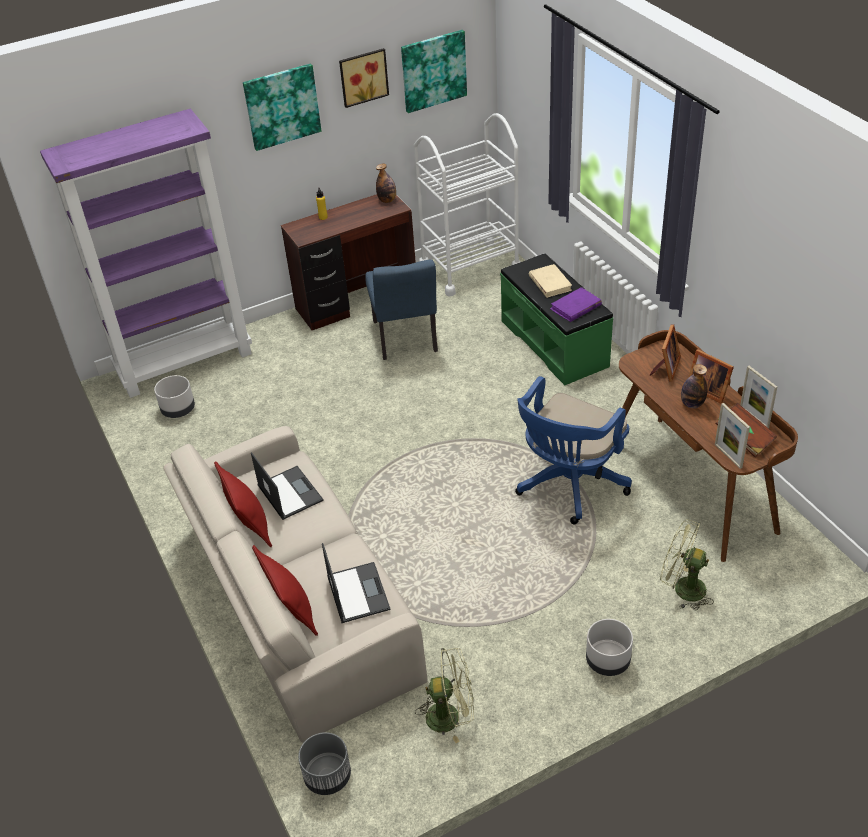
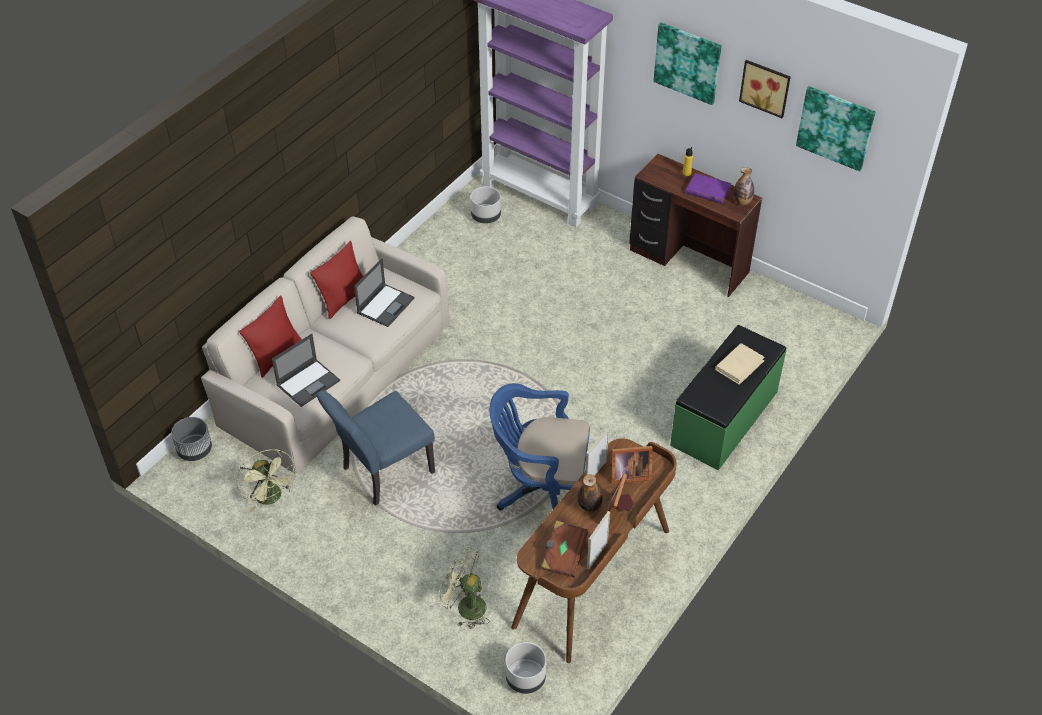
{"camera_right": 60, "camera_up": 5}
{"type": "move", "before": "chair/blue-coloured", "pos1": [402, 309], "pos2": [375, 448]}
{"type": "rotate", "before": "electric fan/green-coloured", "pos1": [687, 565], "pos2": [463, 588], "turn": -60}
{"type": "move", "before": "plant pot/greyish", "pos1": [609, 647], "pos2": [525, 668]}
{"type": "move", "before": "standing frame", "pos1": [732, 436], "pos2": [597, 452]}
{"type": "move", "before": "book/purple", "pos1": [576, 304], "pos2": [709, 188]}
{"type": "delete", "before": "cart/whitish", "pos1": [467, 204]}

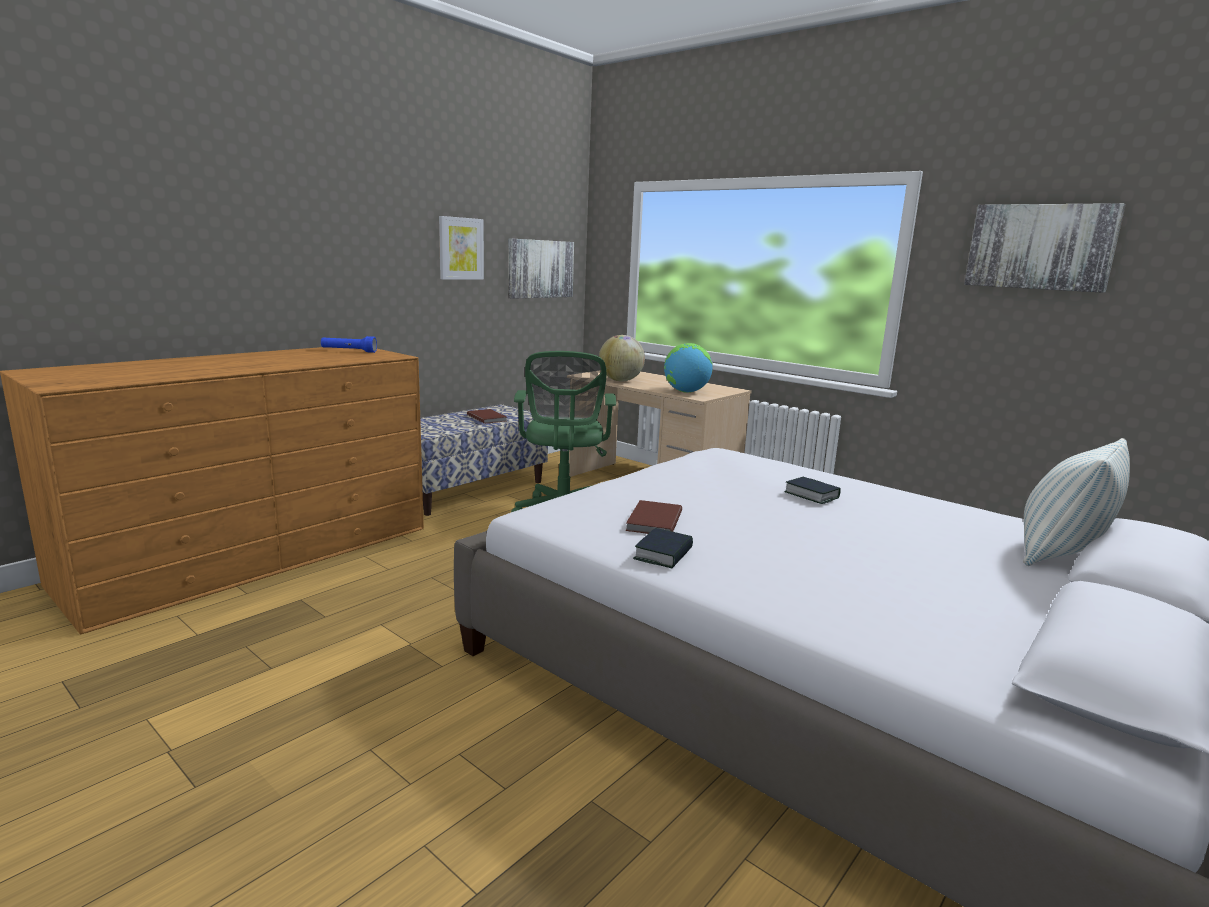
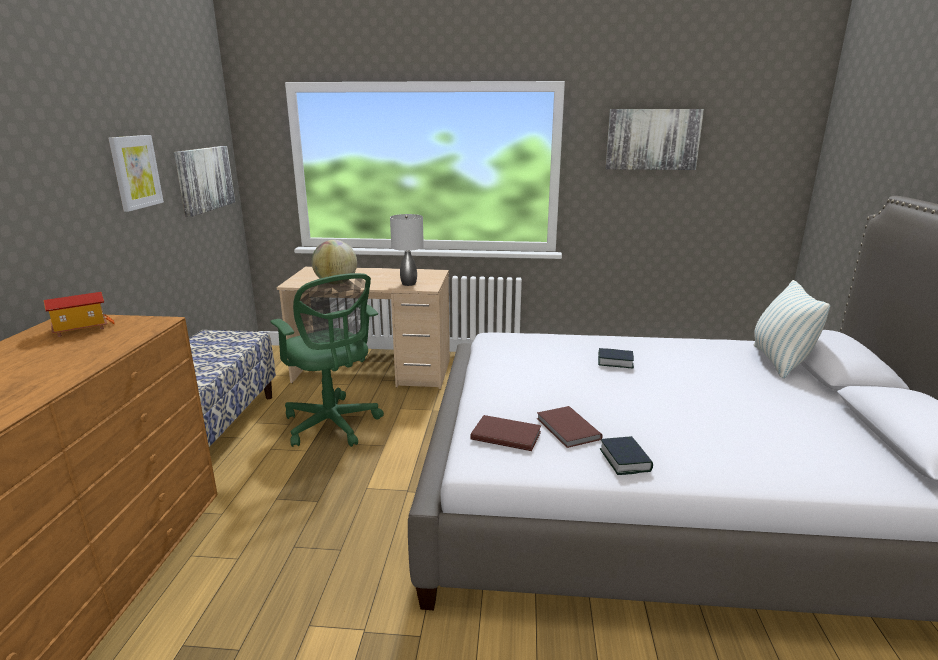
{"camera_right": -35, "camera_up": 5}
{"type": "replace", "before": "flashlight/blue-coloured", "after": "toy house", "pos1": [349, 344], "pos2": [79, 314]}
{"type": "replace", "before": "desk globe", "after": "lamp for a table/greyish", "pos1": [688, 368], "pos2": [407, 250]}
{"type": "move", "before": "book/brownish", "pos1": [487, 416], "pos2": [505, 433]}

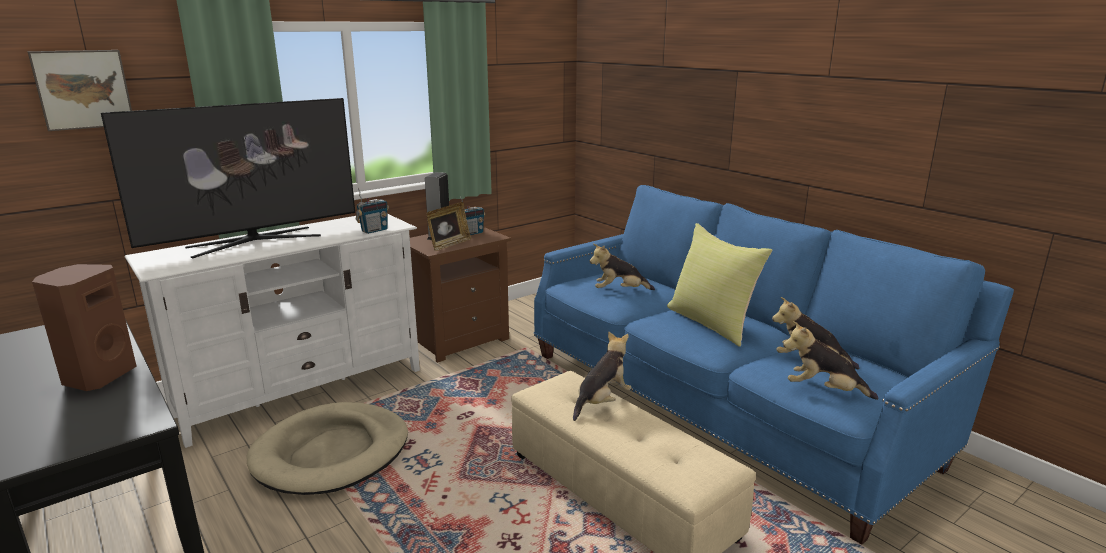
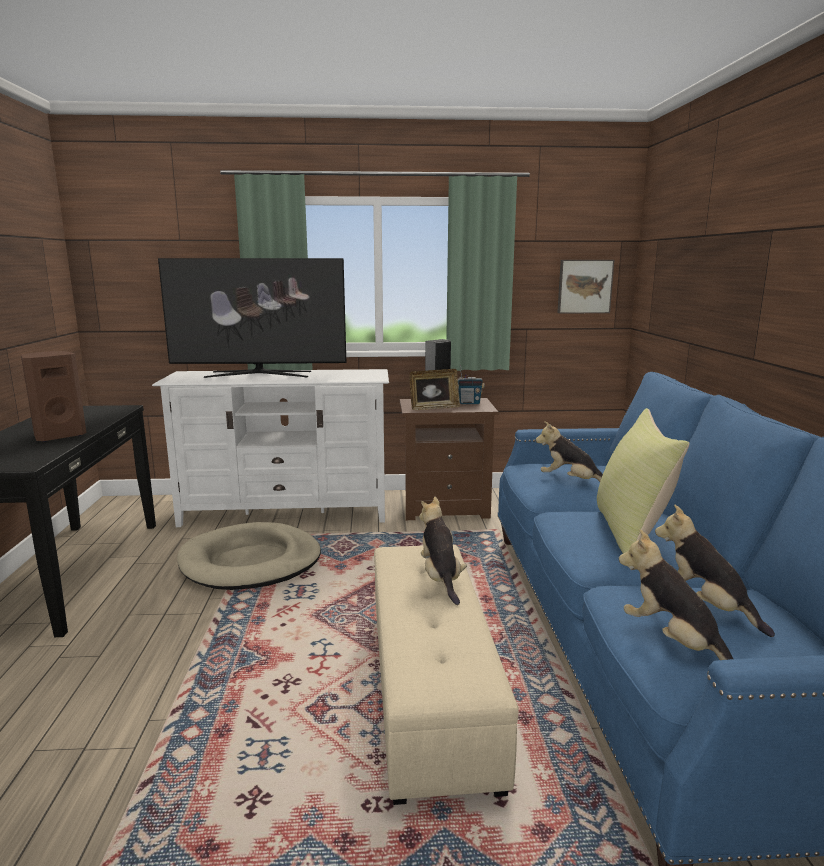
{"camera_right": 35, "camera_up": -5}
{"type": "rotate", "before": "plush toy", "pos1": [602, 376], "pos2": [443, 551], "turn": -90}
{"type": "move", "before": "picture", "pos1": [80, 90], "pos2": [585, 286]}
{"type": "delete", "before": "radio", "pos1": [372, 211]}

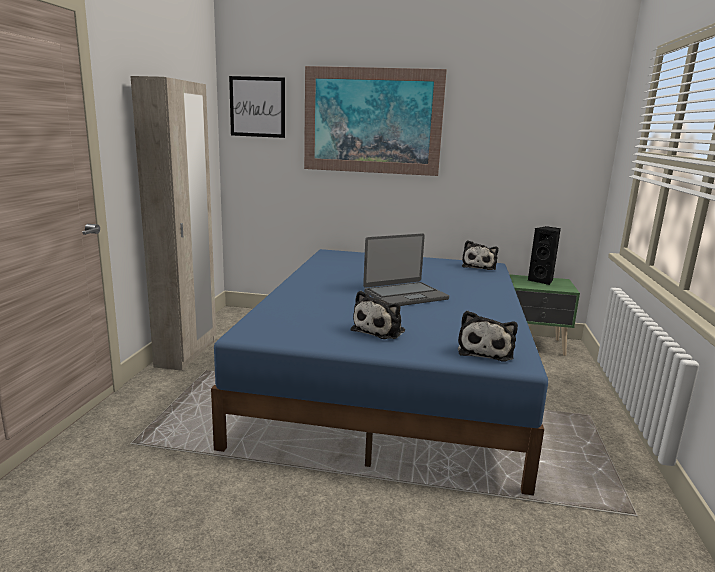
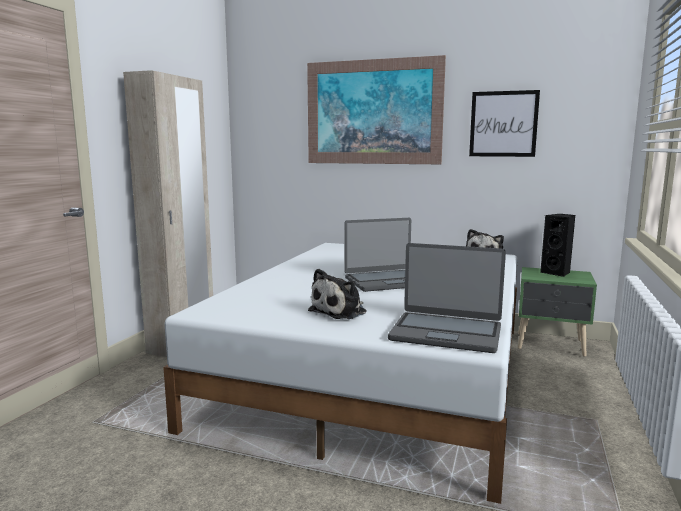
{"camera_right": 10, "camera_up": -5}
{"type": "recolor", "before": "sleeping bed/blue-coloured", "after": "sleeping bed/whitish", "pos1": [379, 372], "pos2": [340, 373]}
{"type": "replace", "before": "plush toy", "after": "portable computer", "pos1": [488, 335], "pos2": [447, 298]}
{"type": "move", "before": "picture", "pos1": [257, 107], "pos2": [504, 123]}

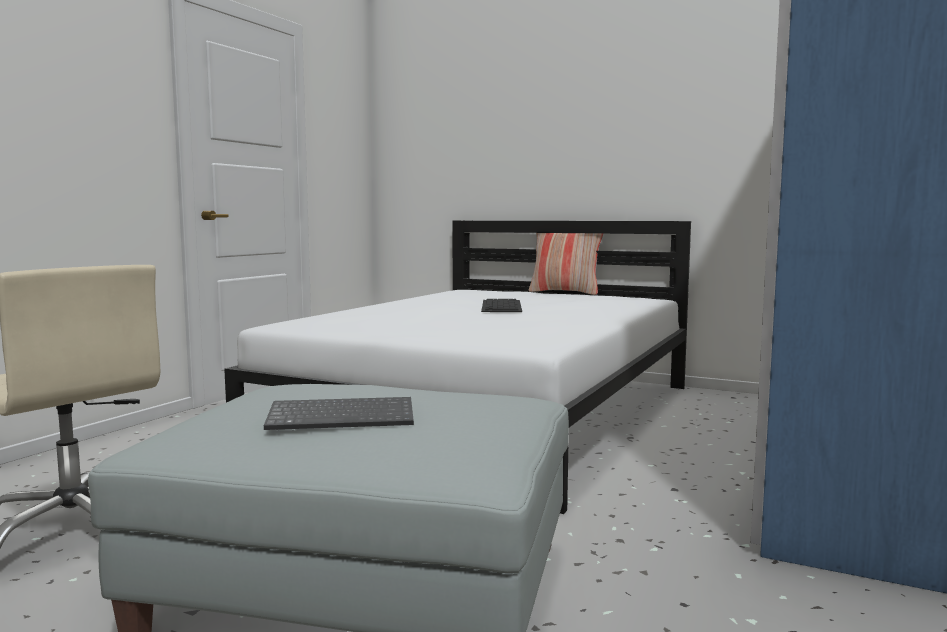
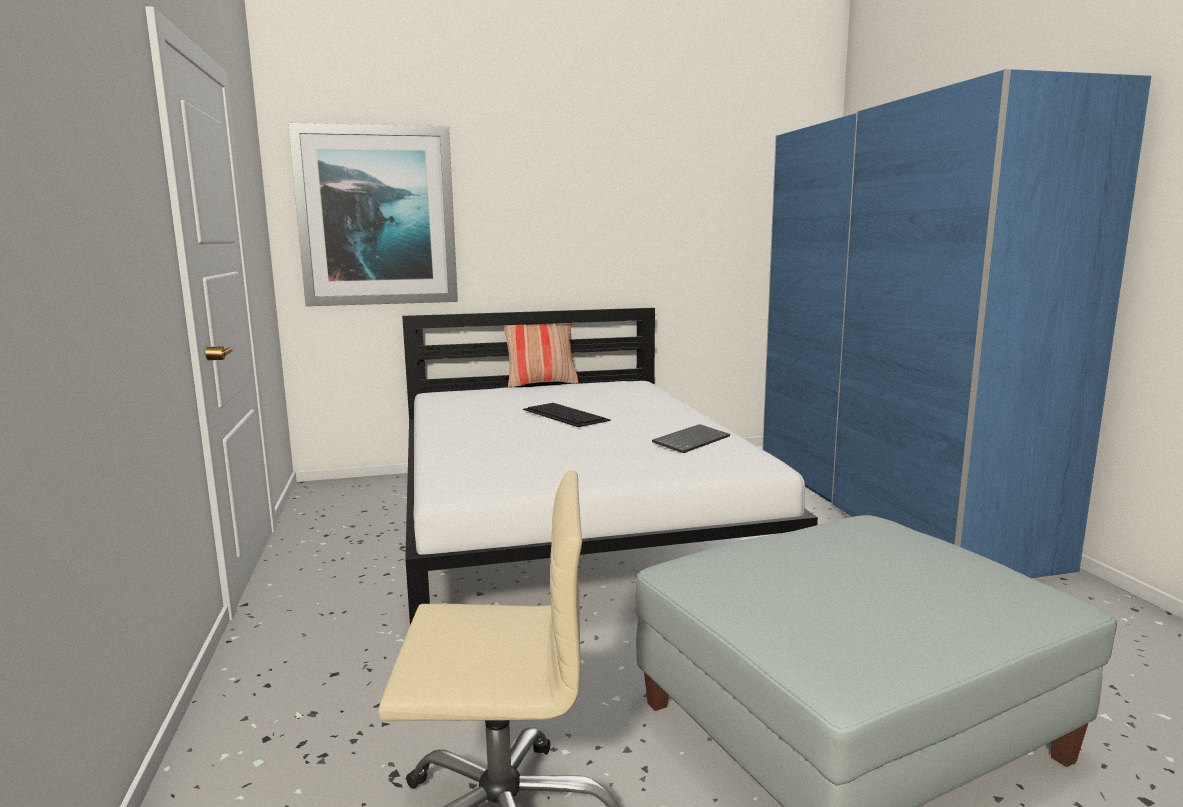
{"camera_right": -40, "camera_up": 5}
{"type": "insert", "after": "picture", "pos2": [373, 214]}
{"type": "move", "before": "computer keyboard", "pos1": [339, 413], "pos2": [691, 438]}

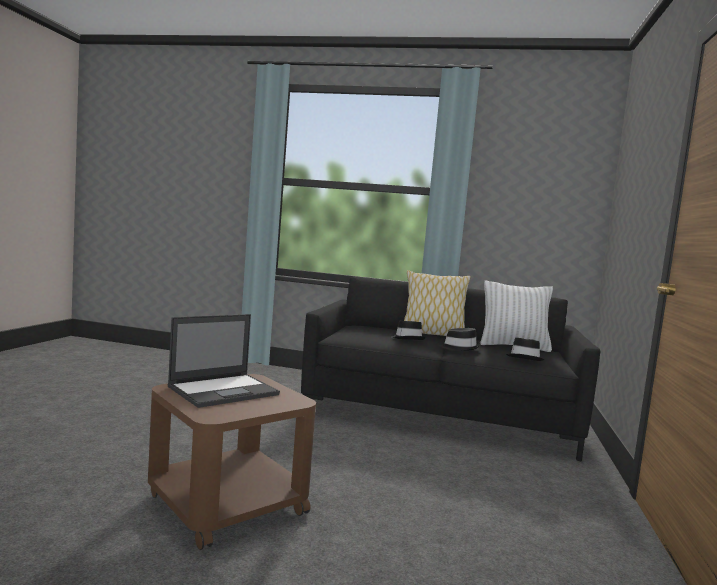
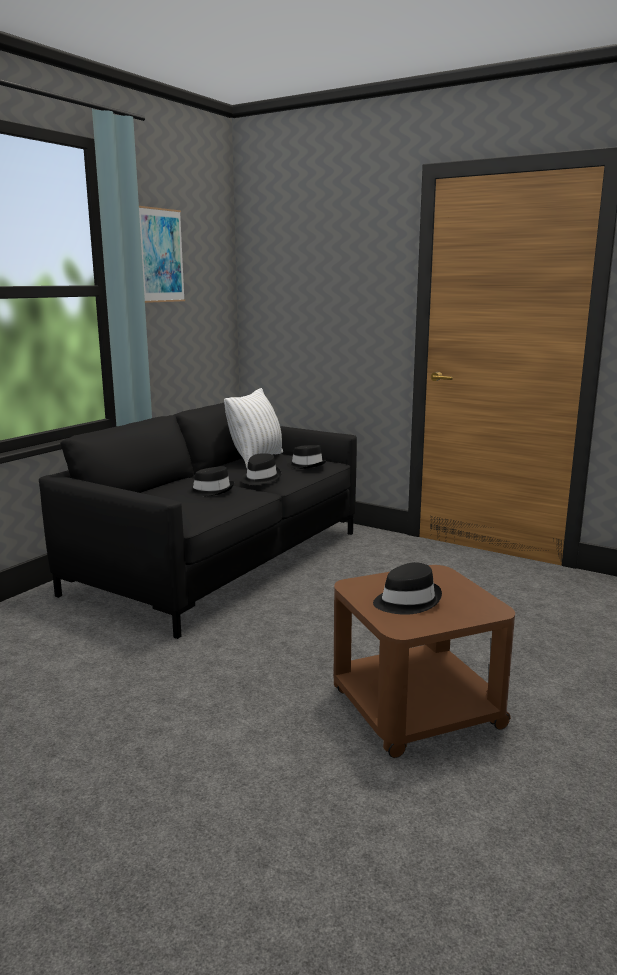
{"camera_right": -70, "camera_up": 10}
{"type": "insert", "after": "picture", "pos2": [162, 254]}
{"type": "replace", "before": "portable computer", "after": "hat/black", "pos1": [224, 361], "pos2": [407, 588]}
{"type": "delete", "before": "pillow", "pos1": [437, 303]}

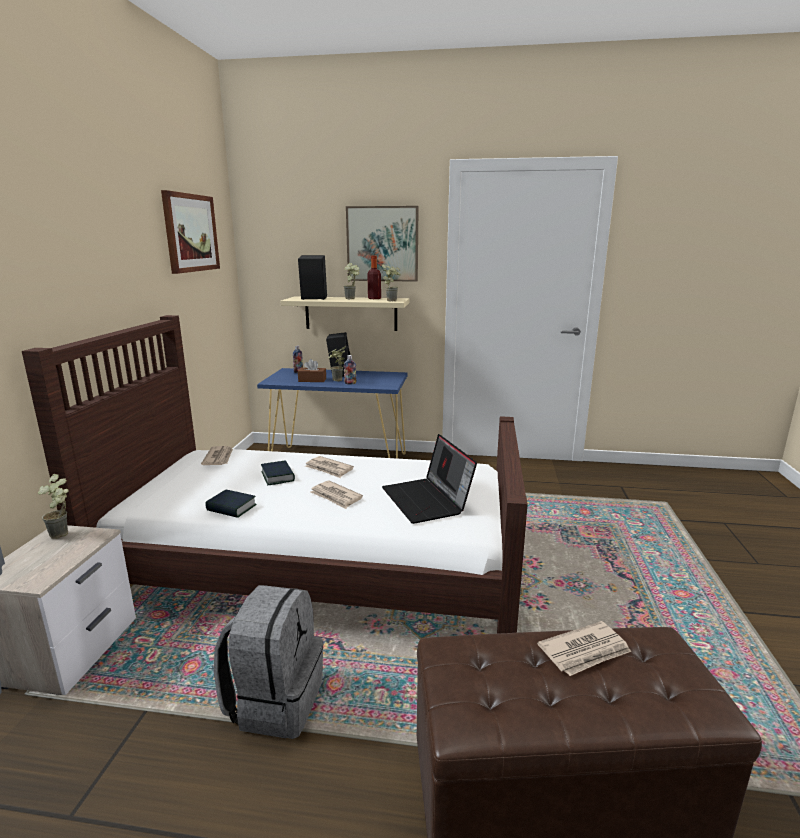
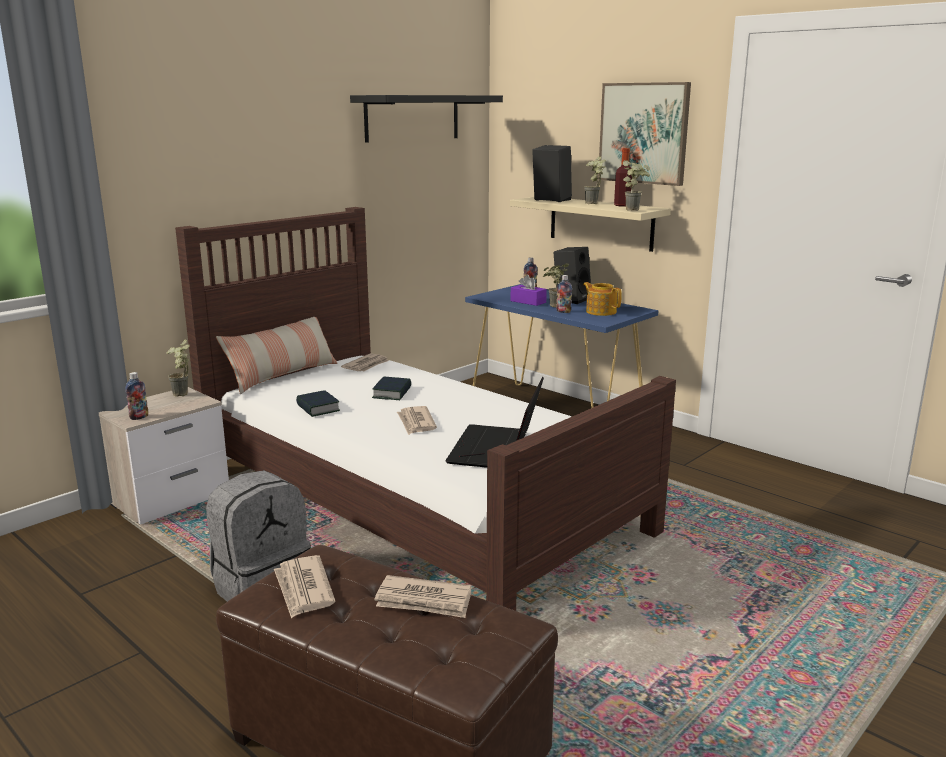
{"camera_right": 35, "camera_up": 0}
{"type": "insert", "after": "bottle", "pos2": [137, 396]}
{"type": "insert", "after": "pillow", "pos2": [276, 355]}
{"type": "move", "before": "daily paper", "pos1": [329, 467], "pos2": [305, 586]}
{"type": "replace", "before": "picture", "after": "bracket shelf/black", "pos1": [190, 232], "pos2": [426, 119]}
{"type": "recolor", "before": "box of tissues/brownish", "after": "box of tissues/purple", "pos1": [312, 370], "pos2": [529, 290]}
{"type": "insert", "after": "tea pot", "pos2": [602, 299]}

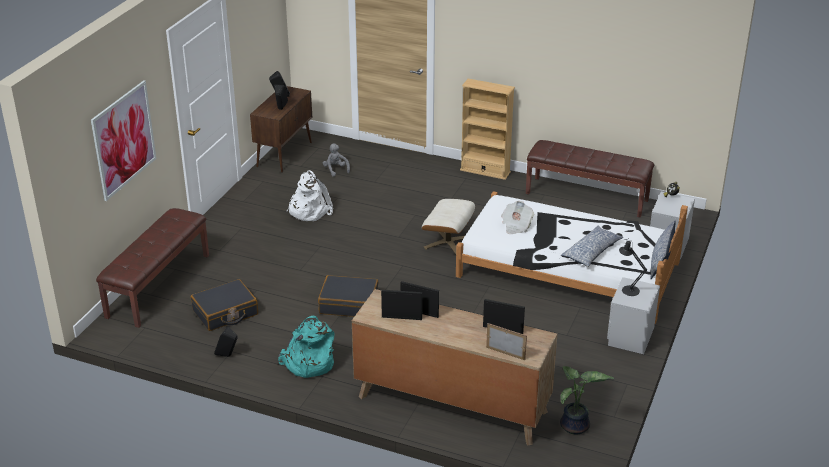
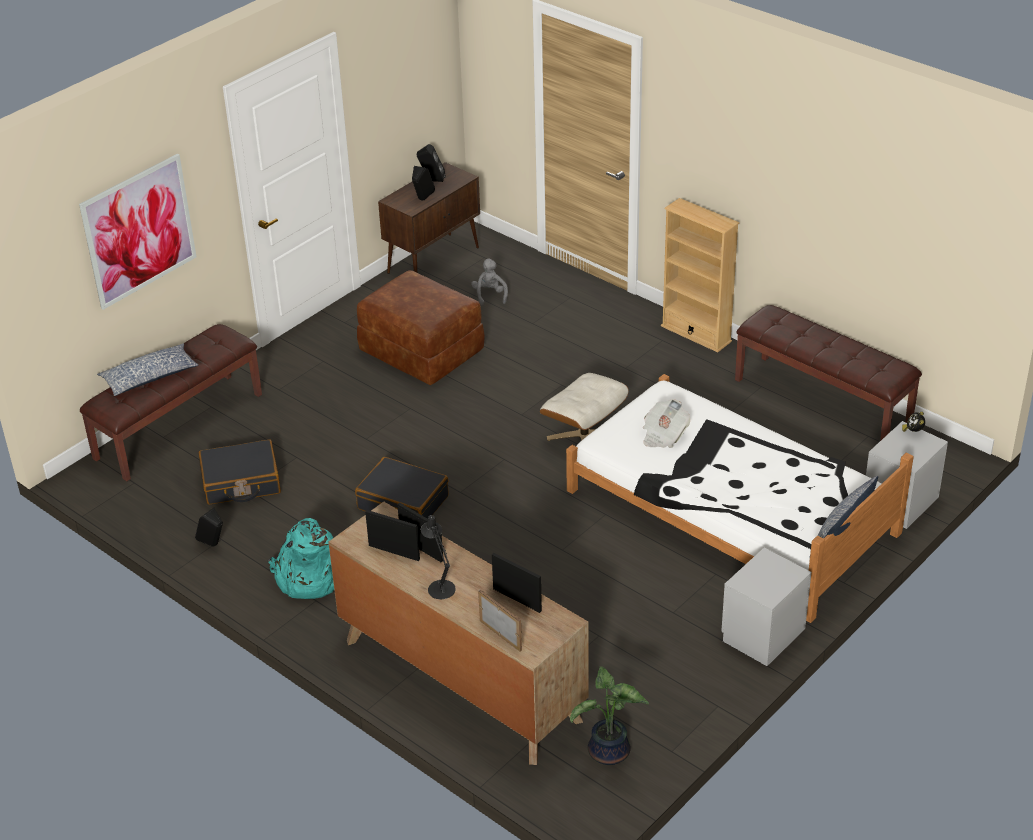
{"camera_right": 20, "camera_up": 5}
{"type": "move", "before": "pillow", "pos1": [592, 246], "pos2": [147, 369]}
{"type": "replace", "before": "rucksack/whitish", "after": "footrest/brownish", "pos1": [310, 195], "pos2": [421, 327]}
{"type": "move", "before": "lamp for a table/black", "pos1": [633, 268], "pos2": [438, 557]}

